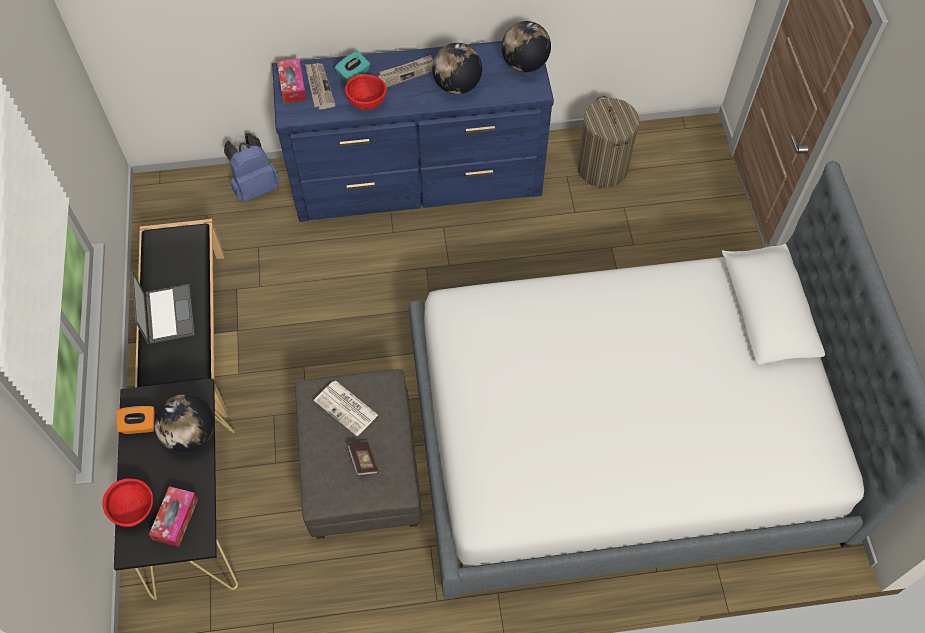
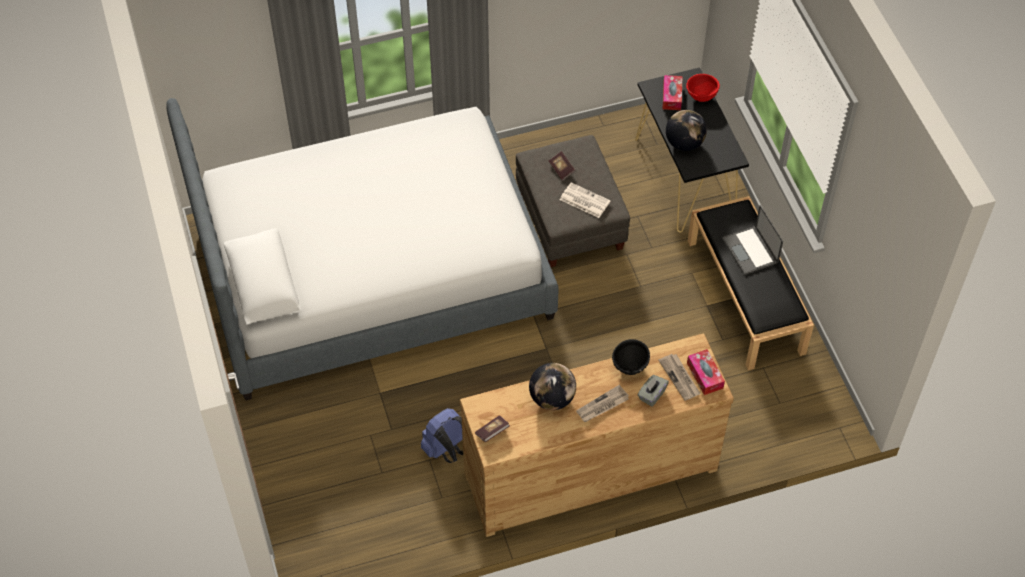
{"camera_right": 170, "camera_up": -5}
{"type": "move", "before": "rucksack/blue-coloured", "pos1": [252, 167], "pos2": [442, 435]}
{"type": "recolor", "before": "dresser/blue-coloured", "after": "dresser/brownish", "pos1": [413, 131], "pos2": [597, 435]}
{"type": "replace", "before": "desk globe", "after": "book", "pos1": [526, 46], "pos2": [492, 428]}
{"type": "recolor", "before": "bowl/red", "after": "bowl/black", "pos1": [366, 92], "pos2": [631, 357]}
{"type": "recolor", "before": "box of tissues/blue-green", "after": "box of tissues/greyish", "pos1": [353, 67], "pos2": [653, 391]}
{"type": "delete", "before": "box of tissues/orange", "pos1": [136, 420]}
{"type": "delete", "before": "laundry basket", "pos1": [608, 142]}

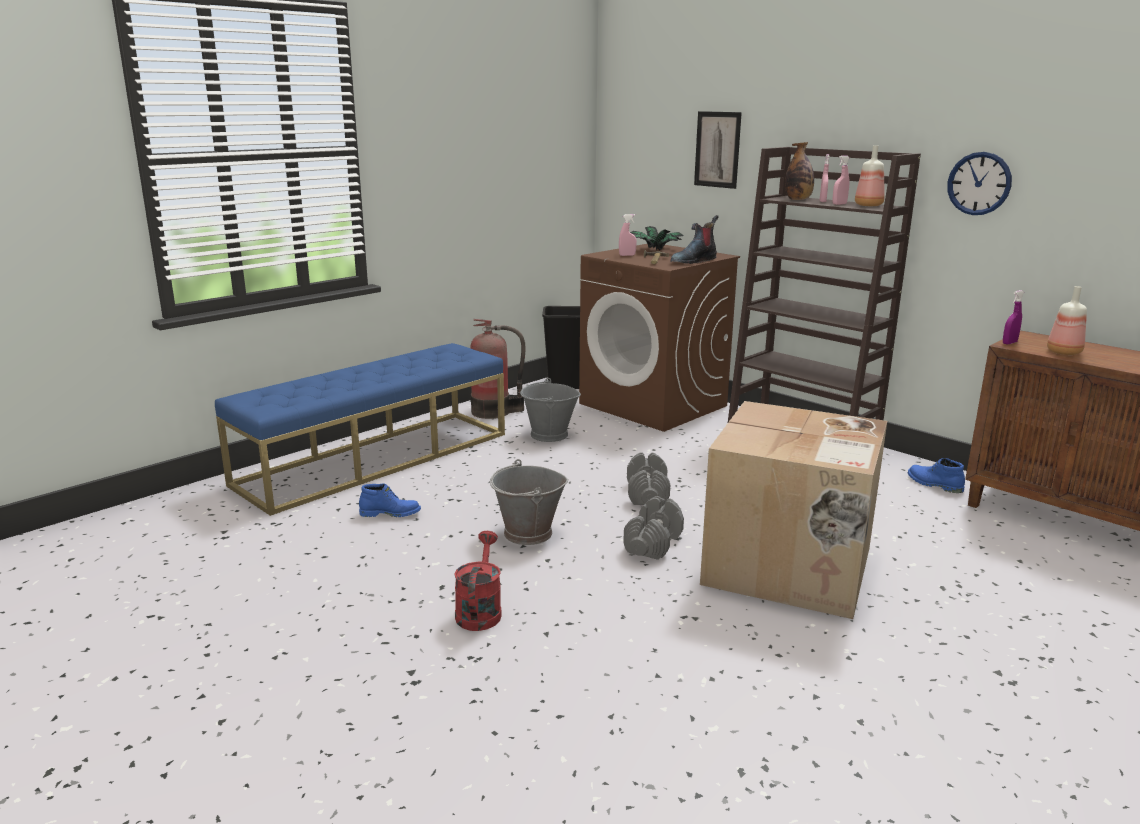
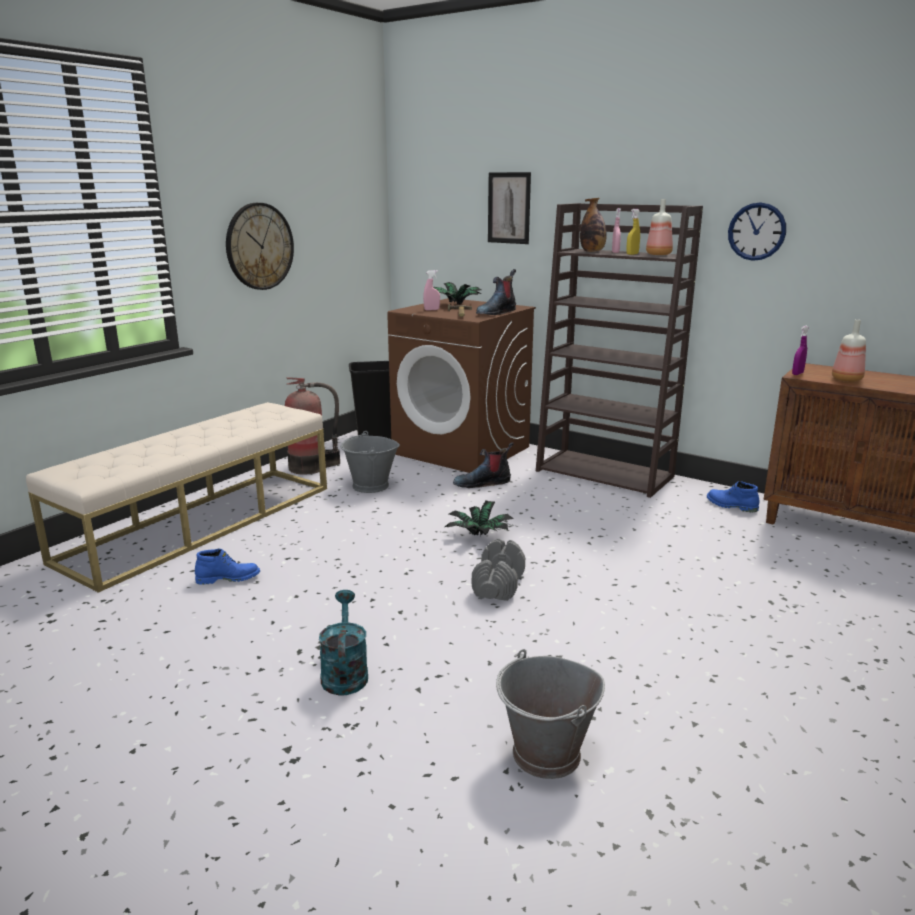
{"camera_right": -10, "camera_up": 0}
{"type": "recolor", "before": "long seat/blue-coloured", "after": "long seat/sand-coloured", "pos1": [360, 429], "pos2": [176, 497]}
{"type": "insert", "after": "wall clock", "pos2": [260, 246]}
{"type": "recolor", "before": "sprinkling can/red", "after": "sprinkling can/blue-green", "pos1": [478, 581], "pos2": [343, 642]}
{"type": "replace", "before": "dumbbell/greyish", "after": "plant in a pot", "pos1": [648, 478], "pos2": [479, 518]}
{"type": "insert", "after": "tall boot", "pos2": [483, 465]}
{"type": "move", "before": "water bucket/greyish", "pos1": [529, 502], "pos2": [550, 714]}
{"type": "recolor", "before": "hand sprayer/pinkish", "after": "hand sprayer/yellow", "pos1": [841, 180], "pos2": [633, 232]}
{"type": "delete", "before": "packing box", "pos1": [793, 510]}

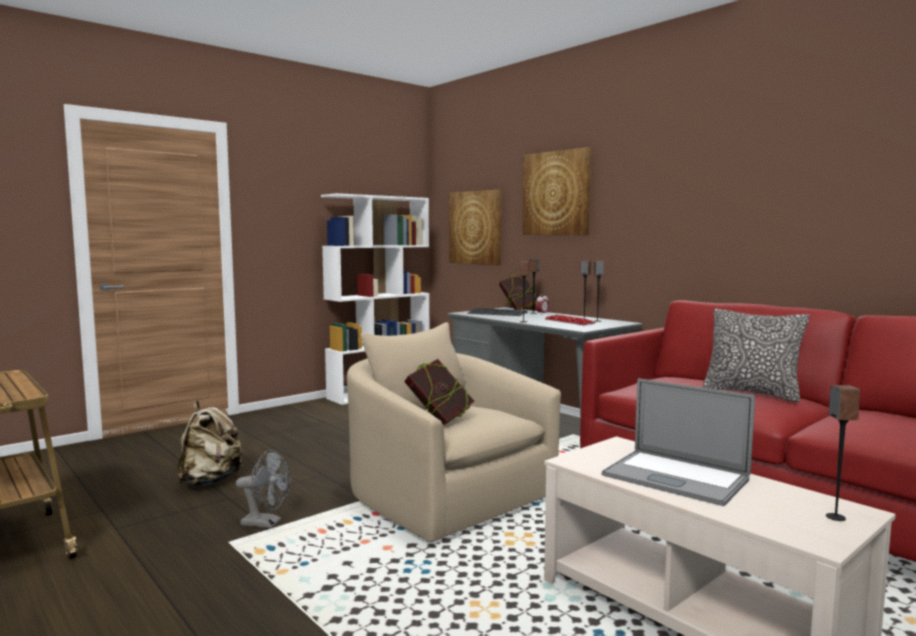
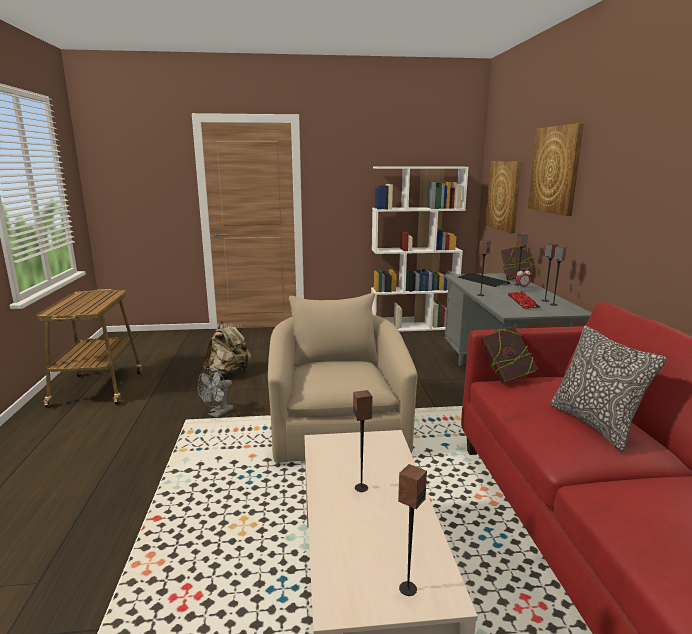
{"camera_right": 35, "camera_up": 10}
{"type": "rotate", "before": "electric fan/greyish", "pos1": [263, 489], "pos2": [215, 393], "turn": 75}
{"type": "replace", "before": "portable computer", "after": "speaker", "pos1": [678, 442], "pos2": [362, 441]}
{"type": "move", "before": "book", "pos1": [440, 392], "pos2": [509, 355]}

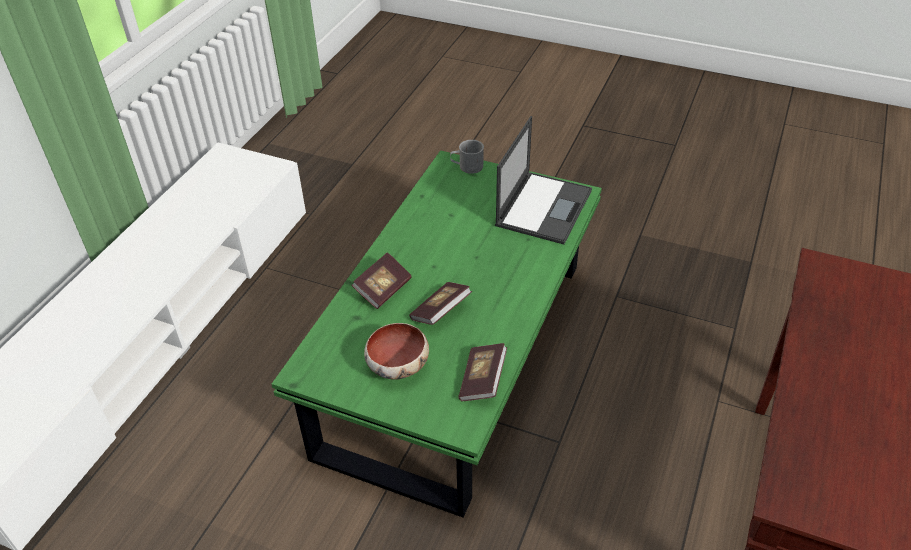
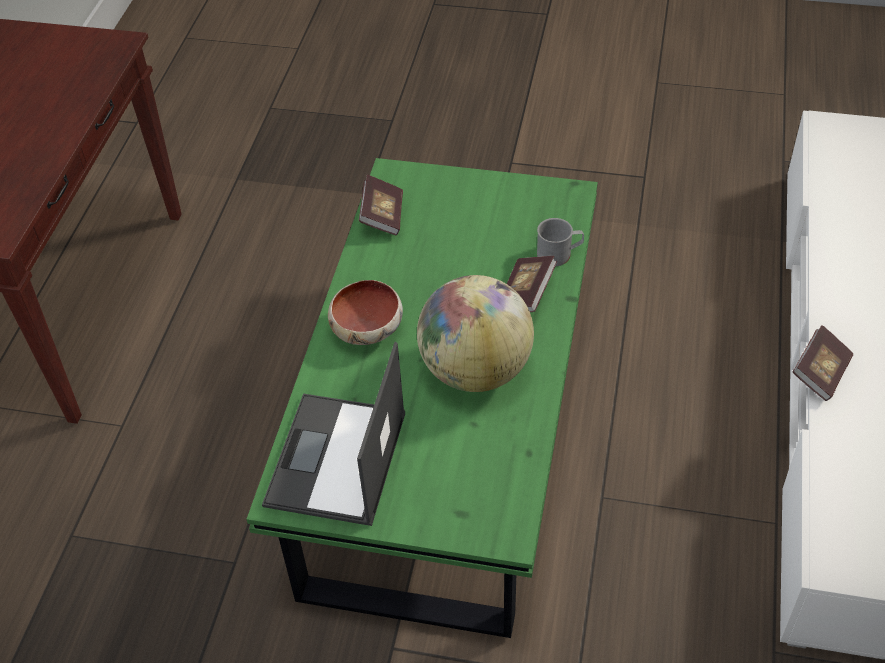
{"camera_right": 170, "camera_up": 5}
{"type": "move", "before": "bowl", "pos1": [396, 351], "pos2": [365, 312]}
{"type": "insert", "after": "desk globe", "pos2": [475, 333]}
{"type": "move", "before": "mug/greyish", "pos1": [467, 157], "pos2": [560, 242]}
{"type": "move", "before": "book", "pos1": [440, 303], "pos2": [823, 363]}

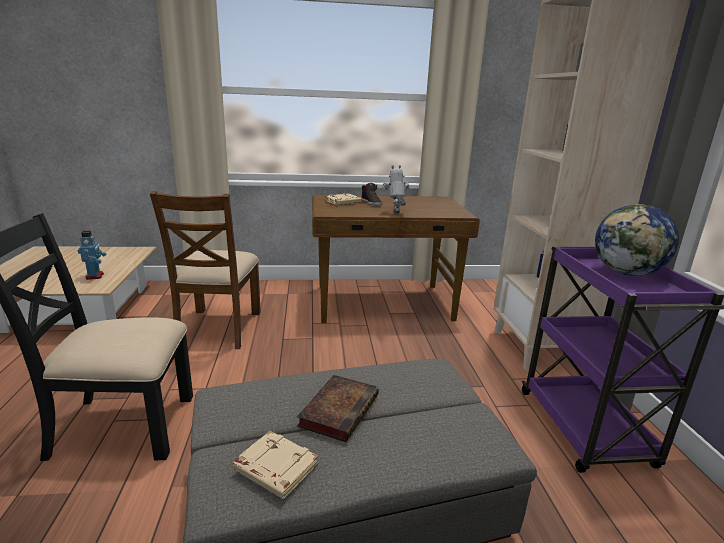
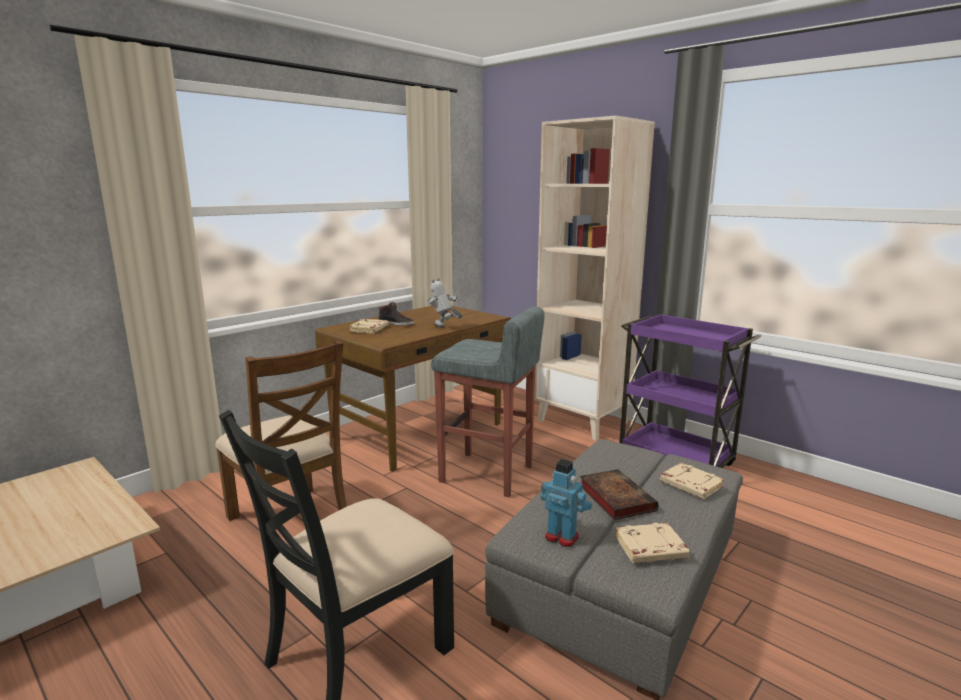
{"camera_right": -40, "camera_up": -5}
{"type": "insert", "after": "sitting stool/greyish", "pos2": [488, 401]}
{"type": "move", "before": "toy robot", "pos1": [92, 255], "pos2": [566, 503]}
{"type": "insert", "after": "book/sand-coloured", "pos2": [692, 481]}
{"type": "delete", "before": "desk globe", "pos1": [637, 240]}

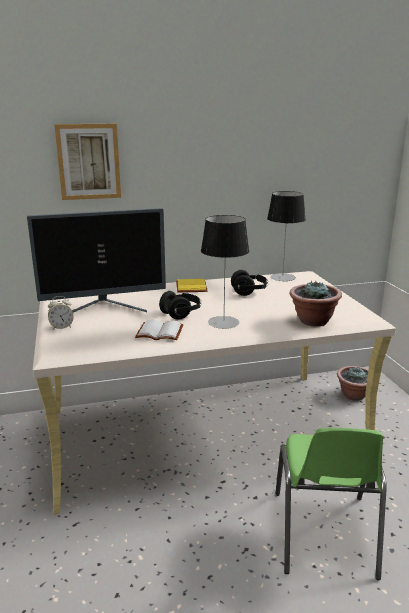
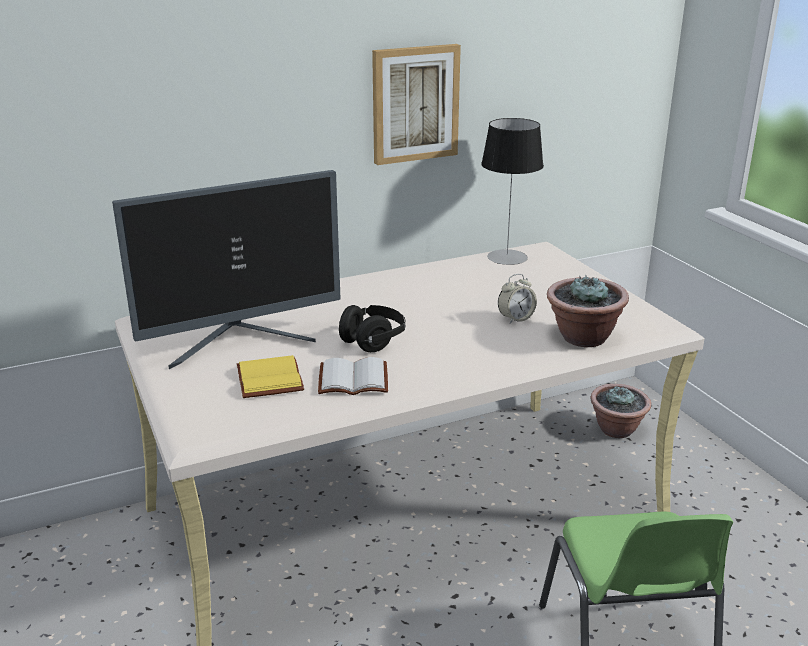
{"camera_right": -10, "camera_up": 5}
{"type": "move", "before": "book/yellow", "pos1": [191, 286], "pos2": [270, 376]}
{"type": "move", "before": "picture", "pos1": [87, 162], "pos2": [416, 104]}
{"type": "move", "before": "alarm clock", "pos1": [61, 313], "pos2": [517, 299]}
{"type": "delete", "before": "lamp for a table", "pos1": [225, 272]}
{"type": "delete", "before": "headset/black", "pos1": [249, 283]}

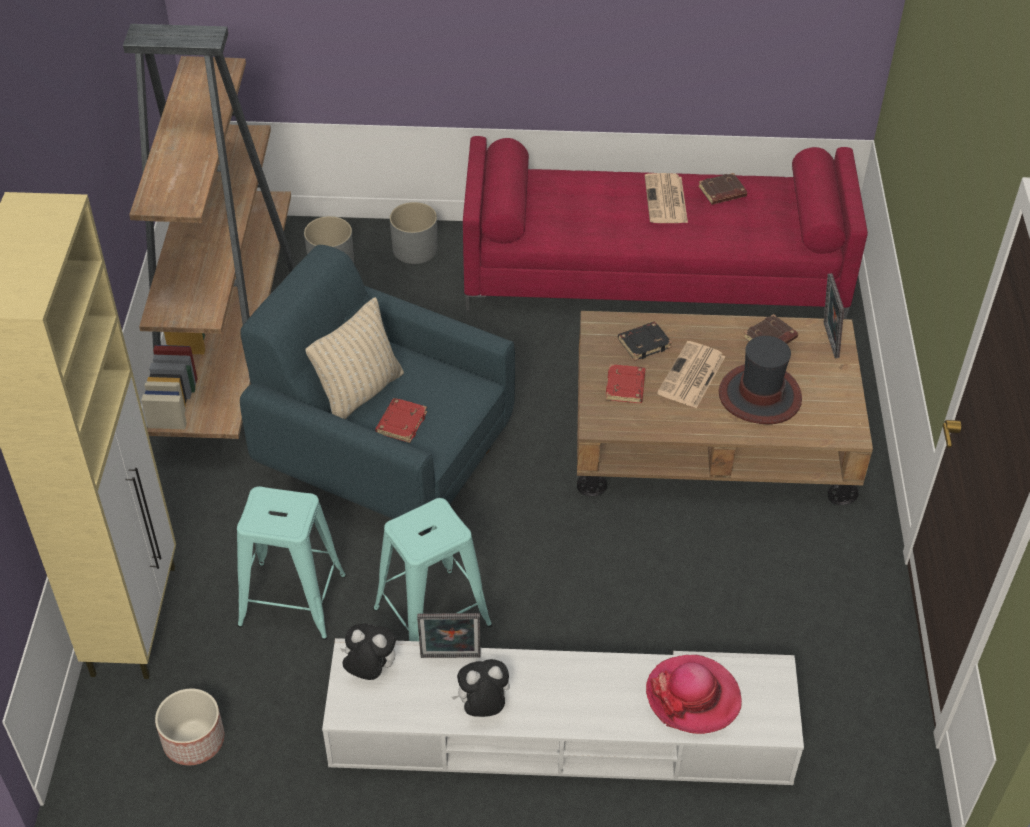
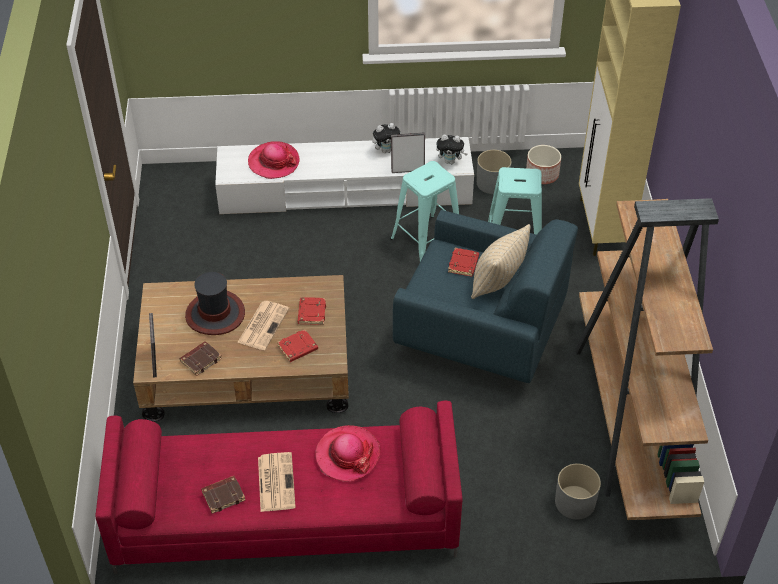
{"camera_right": 175, "camera_up": 0}
{"type": "recolor", "before": "book/black", "after": "book/red", "pos1": [645, 341], "pos2": [297, 345]}
{"type": "insert", "after": "hat", "pos2": [347, 453]}
{"type": "move", "before": "plant pot/greyish", "pos1": [413, 233], "pos2": [494, 172]}

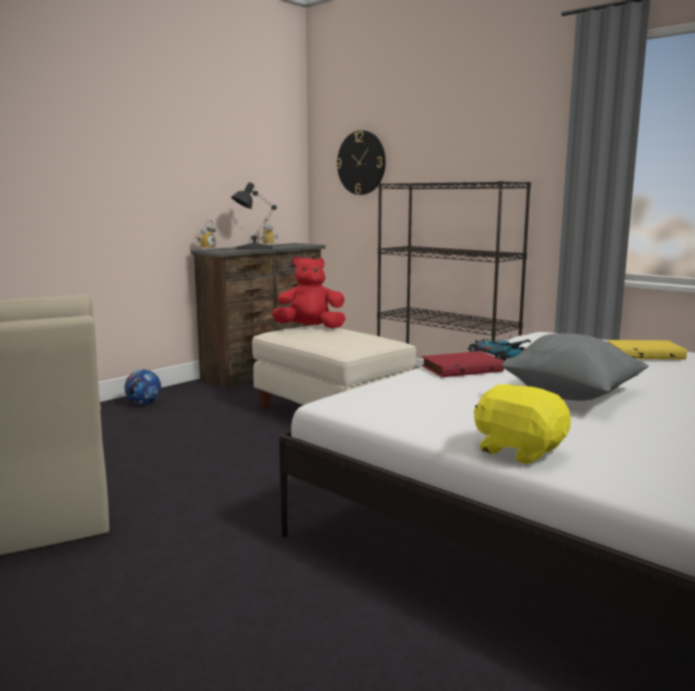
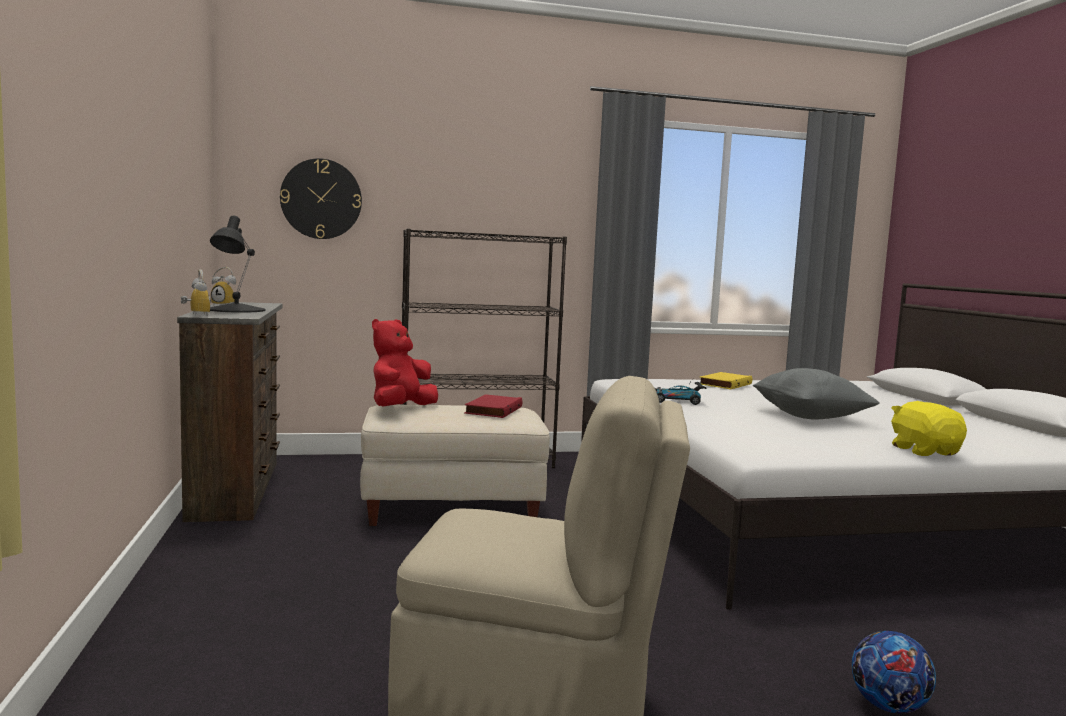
{"camera_right": -55, "camera_up": -5}
{"type": "move", "before": "book/red", "pos1": [462, 364], "pos2": [493, 406]}
{"type": "move", "before": "football ball", "pos1": [143, 387], "pos2": [893, 672]}
{"type": "rotate", "before": "plush toy/yellow", "pos1": [522, 424], "pos2": [929, 428], "turn": 90}

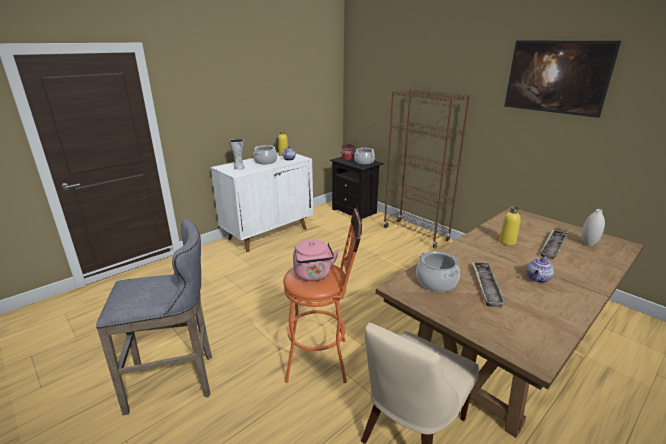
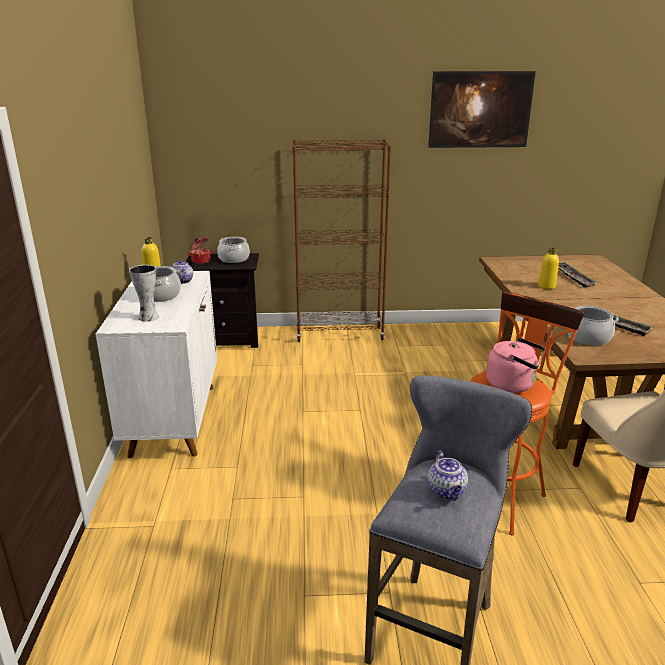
{"camera_right": -50, "camera_up": 0}
{"type": "move", "before": "tea pot", "pos1": [540, 269], "pos2": [448, 476]}
{"type": "delete", "before": "decorative vase/whitish", "pos1": [593, 227]}

